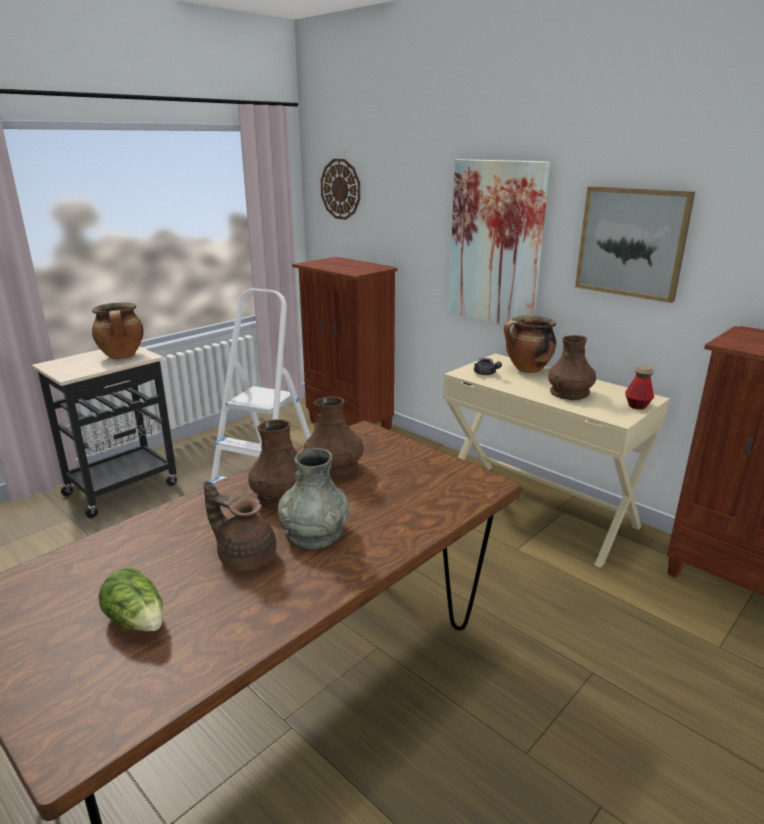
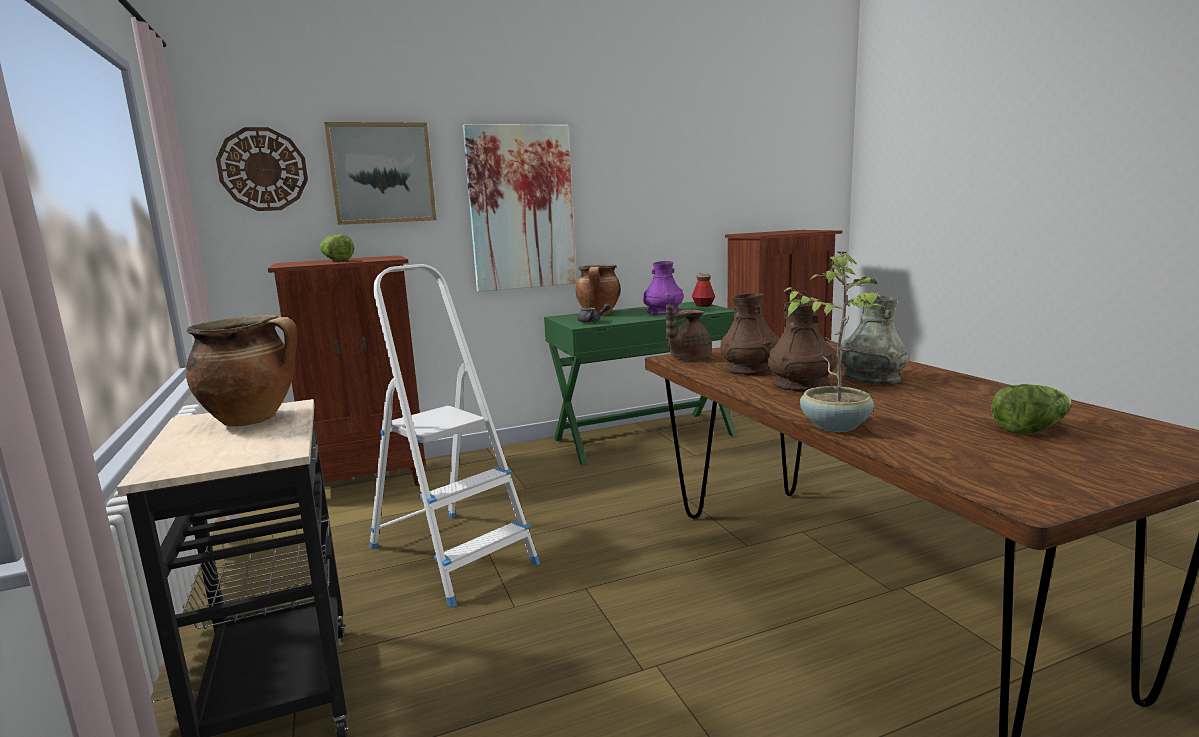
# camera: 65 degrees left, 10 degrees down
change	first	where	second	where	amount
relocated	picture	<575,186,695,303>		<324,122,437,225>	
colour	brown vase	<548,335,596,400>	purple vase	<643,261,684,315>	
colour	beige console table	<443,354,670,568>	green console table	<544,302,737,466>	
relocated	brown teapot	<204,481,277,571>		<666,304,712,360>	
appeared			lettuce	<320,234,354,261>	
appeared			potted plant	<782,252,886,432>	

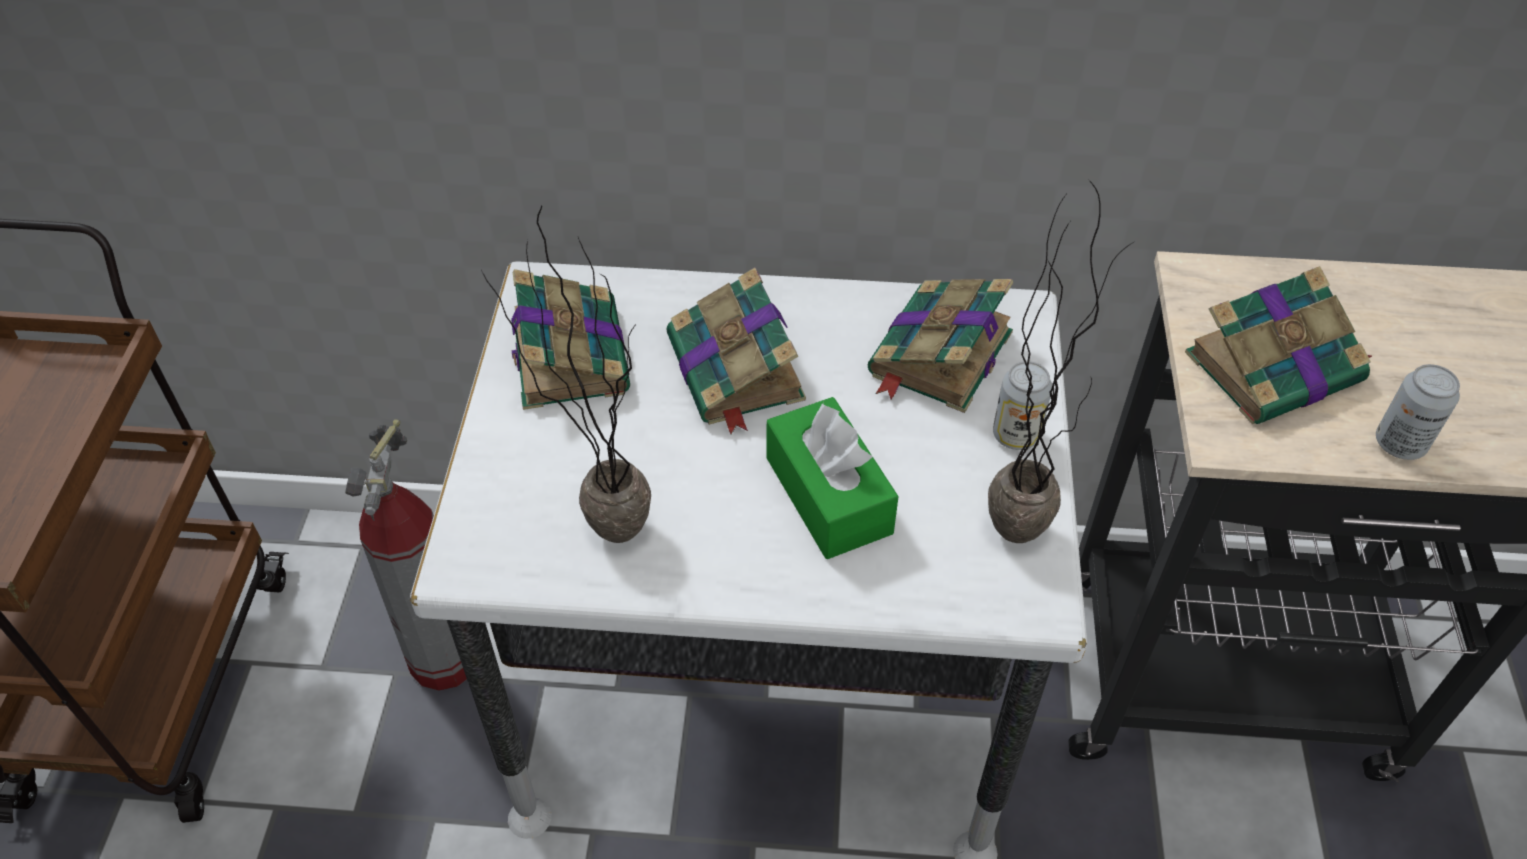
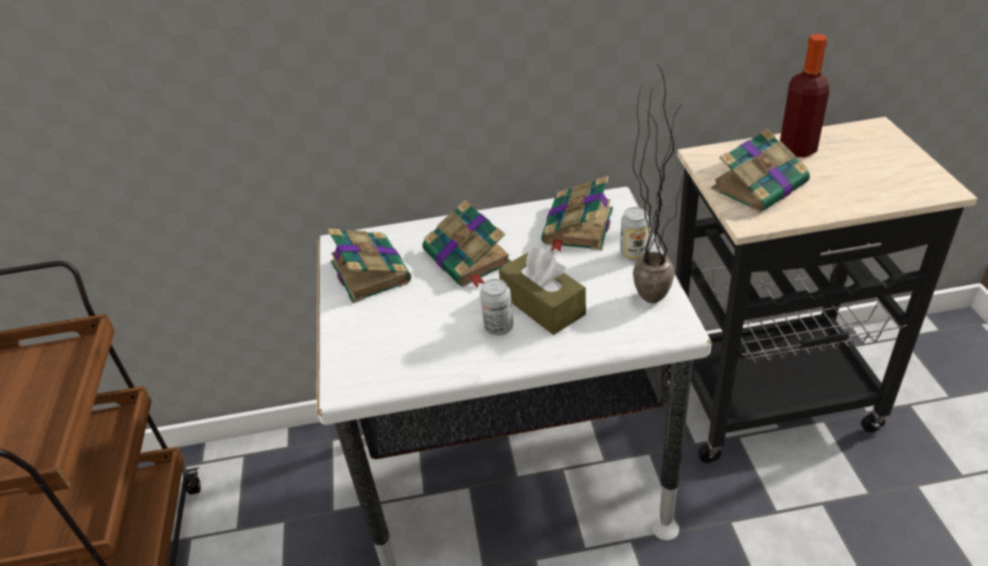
# camera: 10 degrees left, 10 degrees down
change	first	where	second	where	amount
missing	potted plant	<481,206,651,543>			
relocated	can	<1376,364,1460,460>		<480,279,513,336>	
colour	green tissue box	<767,397,899,559>	brown tissue box	<499,247,586,335>	
missing	fire extinguisher	<345,419,467,691>			
appeared			bottle	<780,34,829,157>	

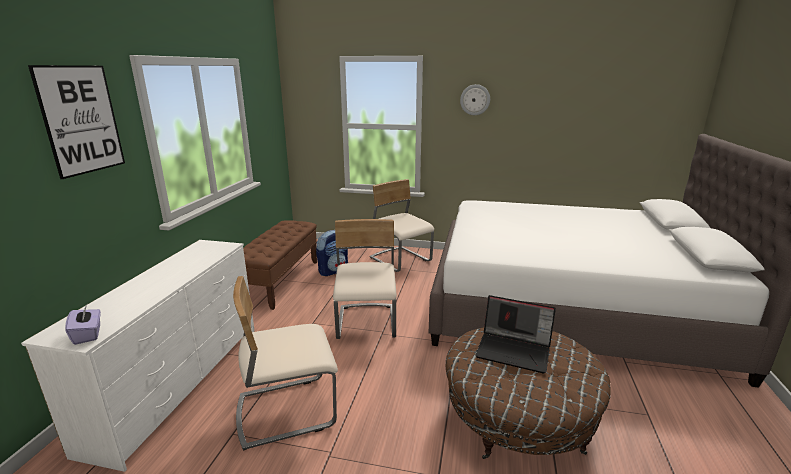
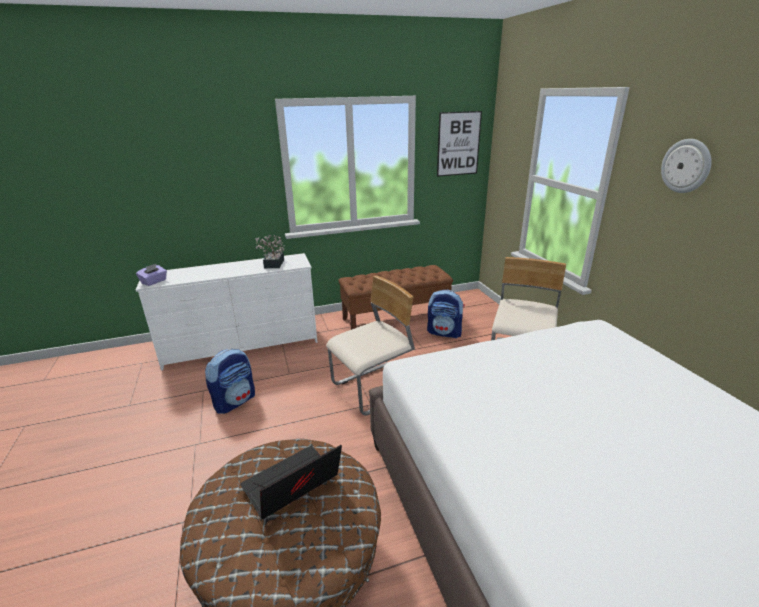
# camera: 60 degrees right, 5 degrees up
change	first	where	second	where	amount
relocated	picture	<28,65,125,179>		<437,111,482,177>	
exchanged	beige chair	<233,276,338,451>	backpack	<205,349,255,414>	
spun	laptop	<475,295,556,374>		<241,445,342,519>	60 degrees clockwise
appeared			potted plant	<255,235,285,268>	

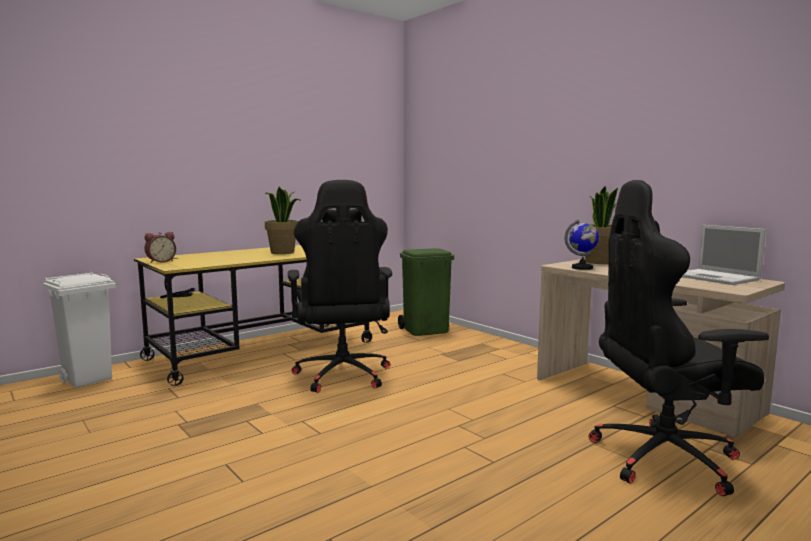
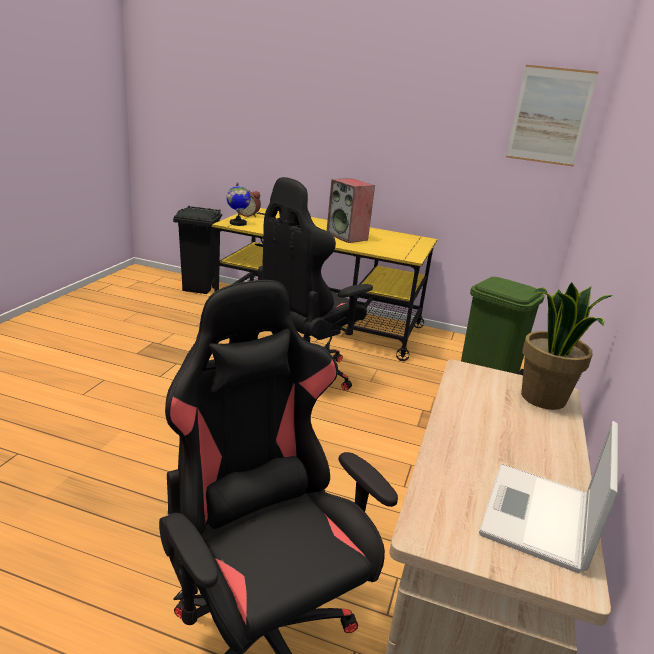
# camera: 55 degrees right, 15 degrees up
change	first	where	second	where	amount
exchanged	potted plant	<265,187,301,254>	speaker	<327,178,375,243>	
relocated	globe	<565,220,599,270>		<226,182,251,226>	
colour	white trash can	<43,272,116,388>	black trash can	<173,205,222,294>	
appeared			picture	<506,65,598,167>	

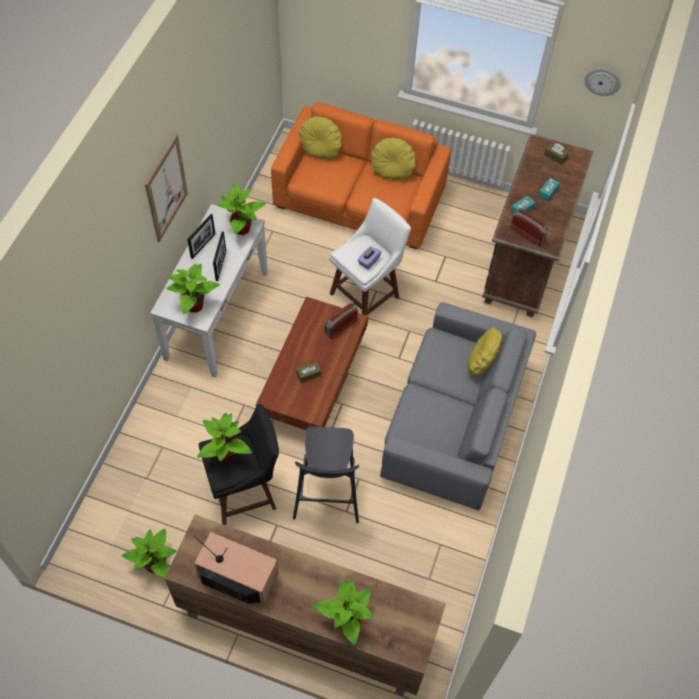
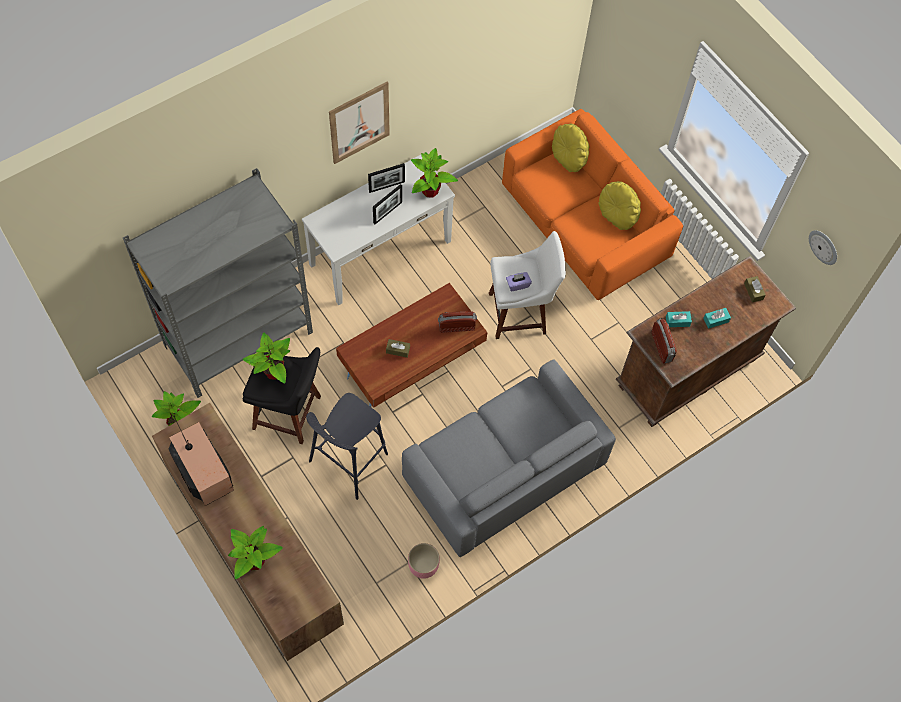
# camera: 35 degrees right, 5 degrees up
change	first	where	second	where	amount
missing	potted plant	<166,264,220,314>			
missing	yellow pillow	<467,327,502,376>			
appeared			grey bookcase	<123,168,313,398>	
appeared			pink planter	<408,543,440,579>	

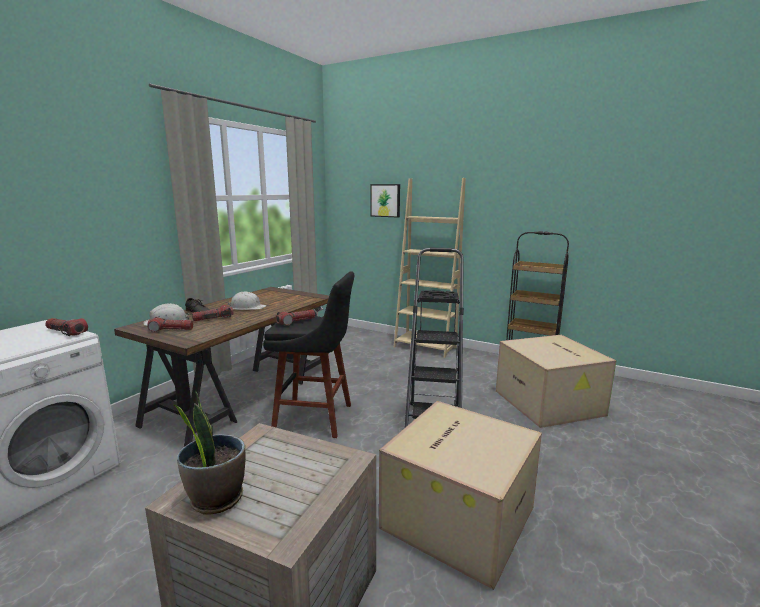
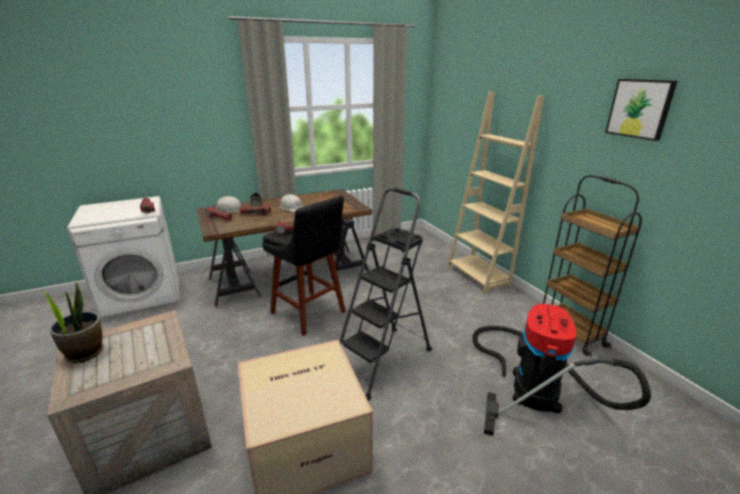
# camera: 35 degrees right, 10 degrees up
change	first	where	second	where	amount
relocated	picture	<370,184,400,218>		<605,79,677,141>	
exchanged	cardboard box	<496,335,616,428>	vacuum cleaner	<472,304,651,436>	

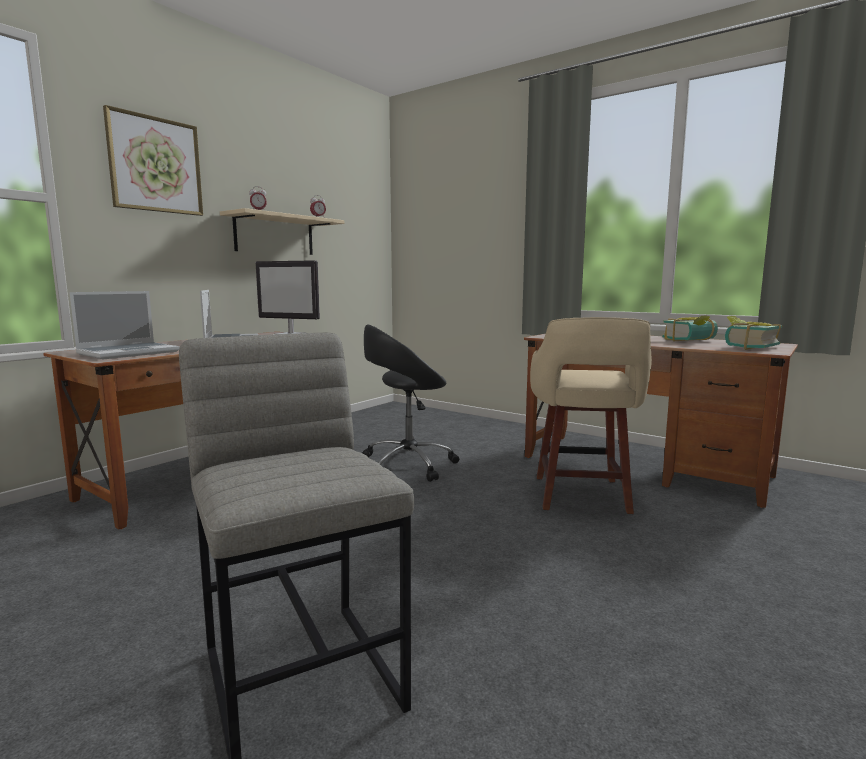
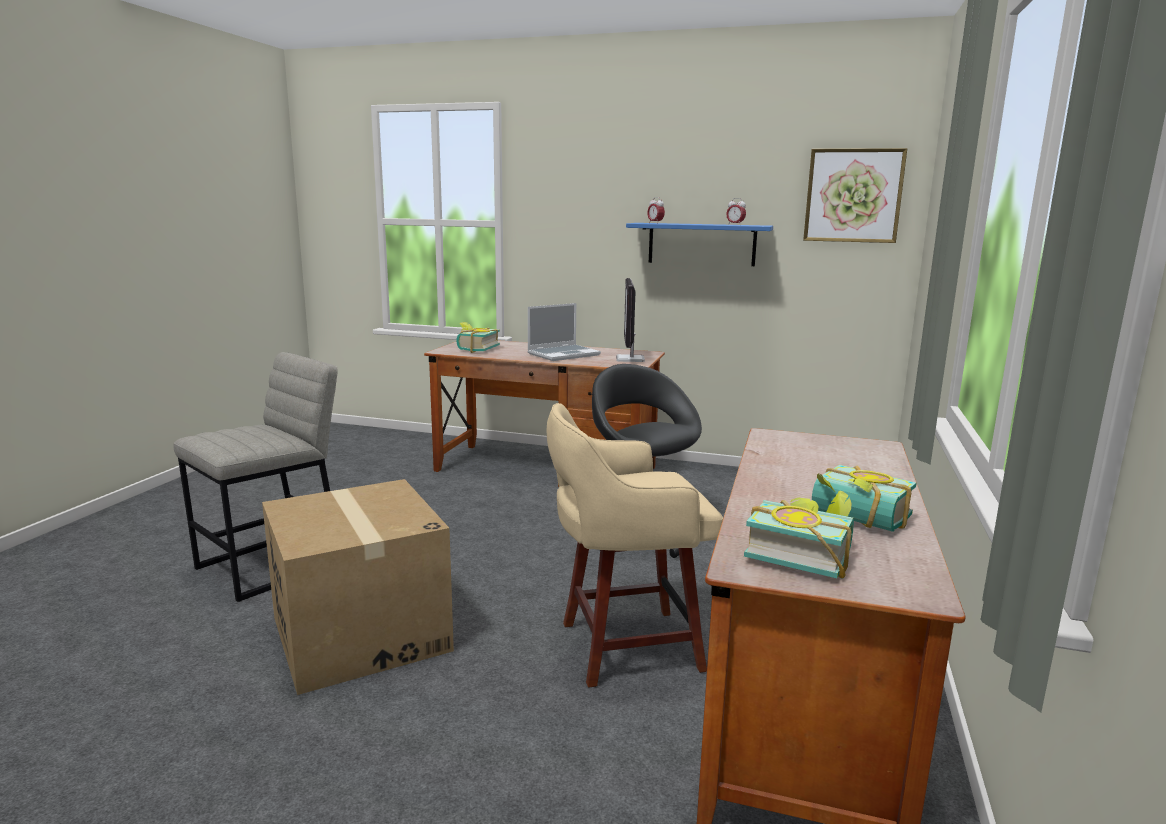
# camera: 70 degrees right, 5 degrees up
change	first	where	second	where	amount
relocated	picture	<103,105,203,216>		<803,148,907,243>	
colour	beige shelf	<220,208,345,255>	blue shelf	<626,223,773,266>	
exchanged	laptop	<69,291,180,359>	book	<456,322,500,353>	
appeared			cardboard box	<262,479,454,695>	

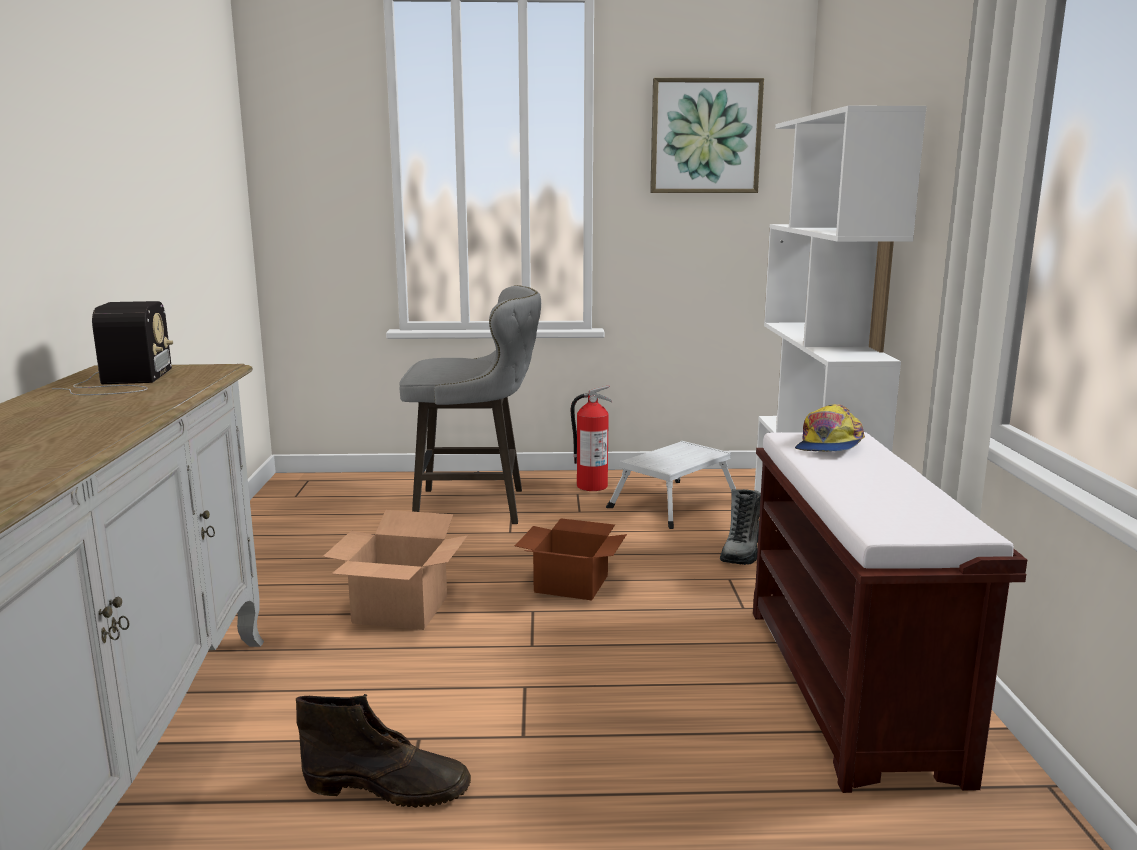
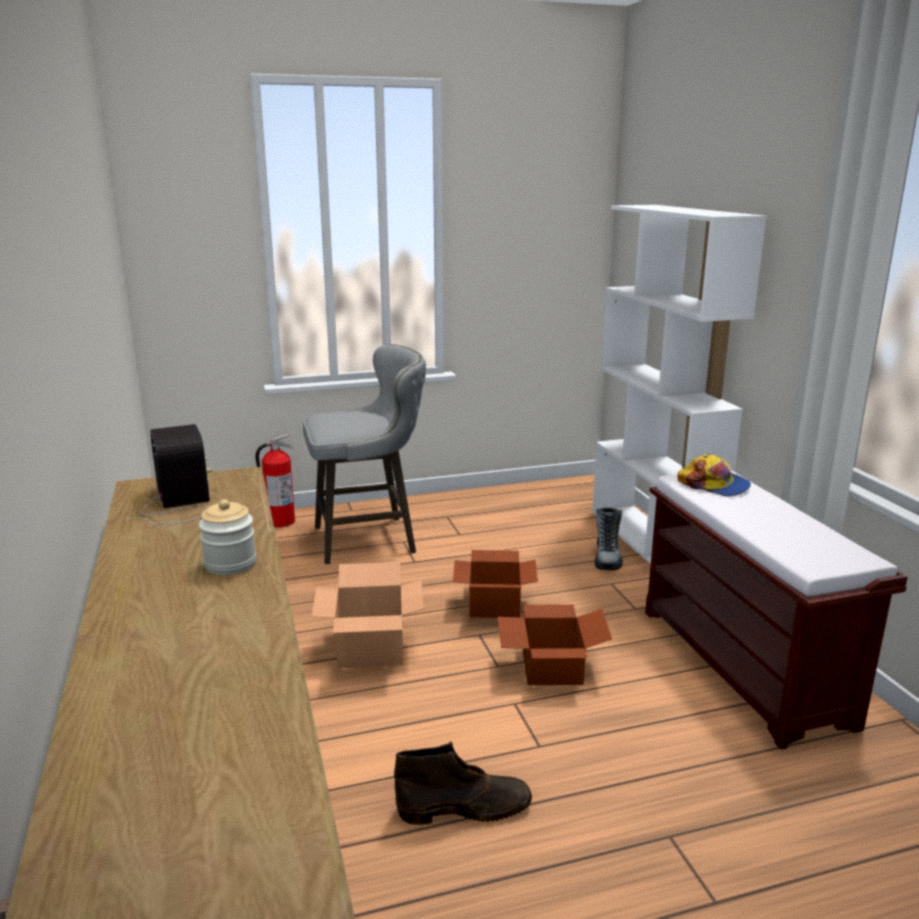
# camera: 15 degrees left, 5 degrees up
change	first	where	second	where	amount
missing	picture	<650,78,764,193>			
relocated	fire extinguisher	<571,385,613,491>		<255,434,295,527>	
spun	cap	<795,404,865,452>		<677,454,751,496>	60 degrees counterclockwise
missing	white step ladder	<606,441,736,529>			
appeared			jar	<199,499,256,575>	
appeared			cardboard box	<498,604,612,685>	

